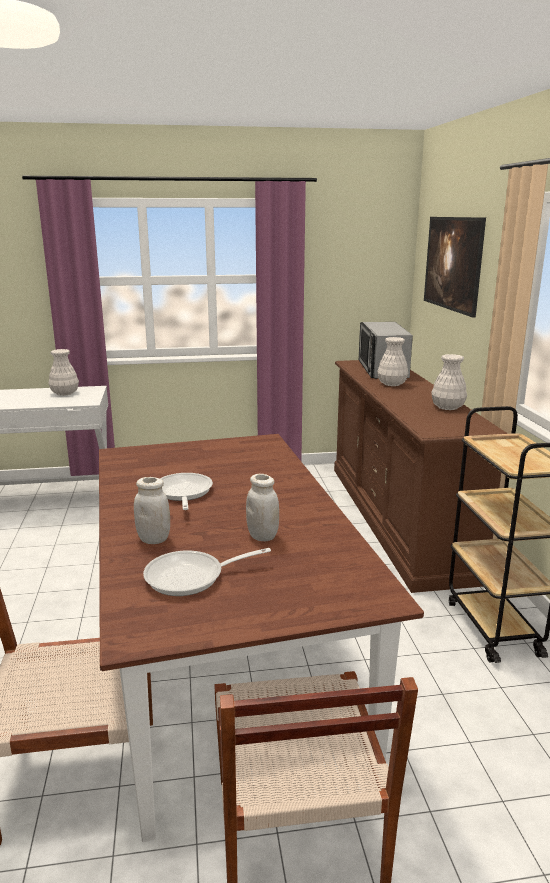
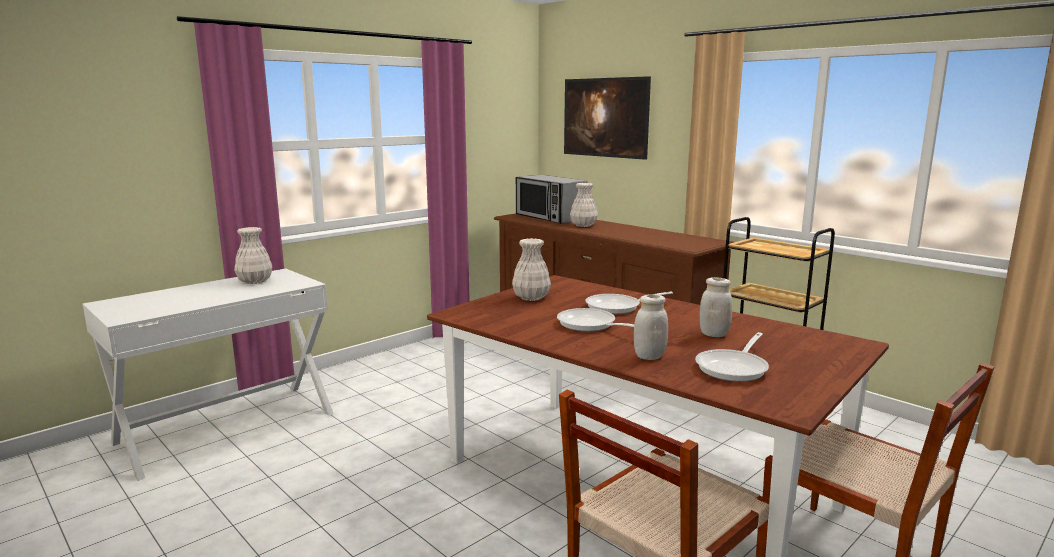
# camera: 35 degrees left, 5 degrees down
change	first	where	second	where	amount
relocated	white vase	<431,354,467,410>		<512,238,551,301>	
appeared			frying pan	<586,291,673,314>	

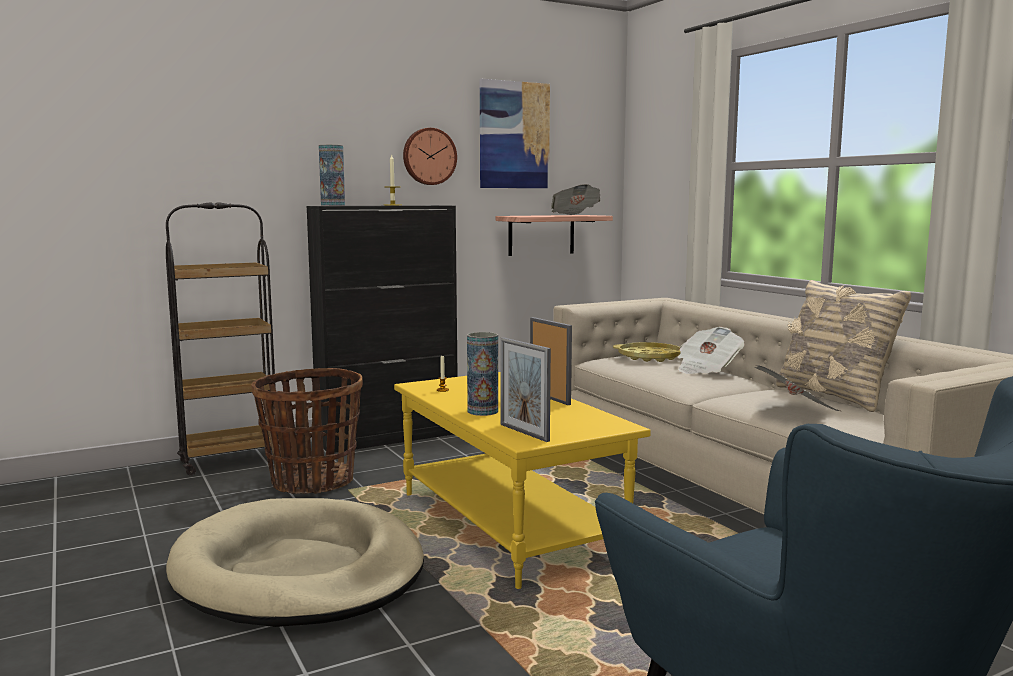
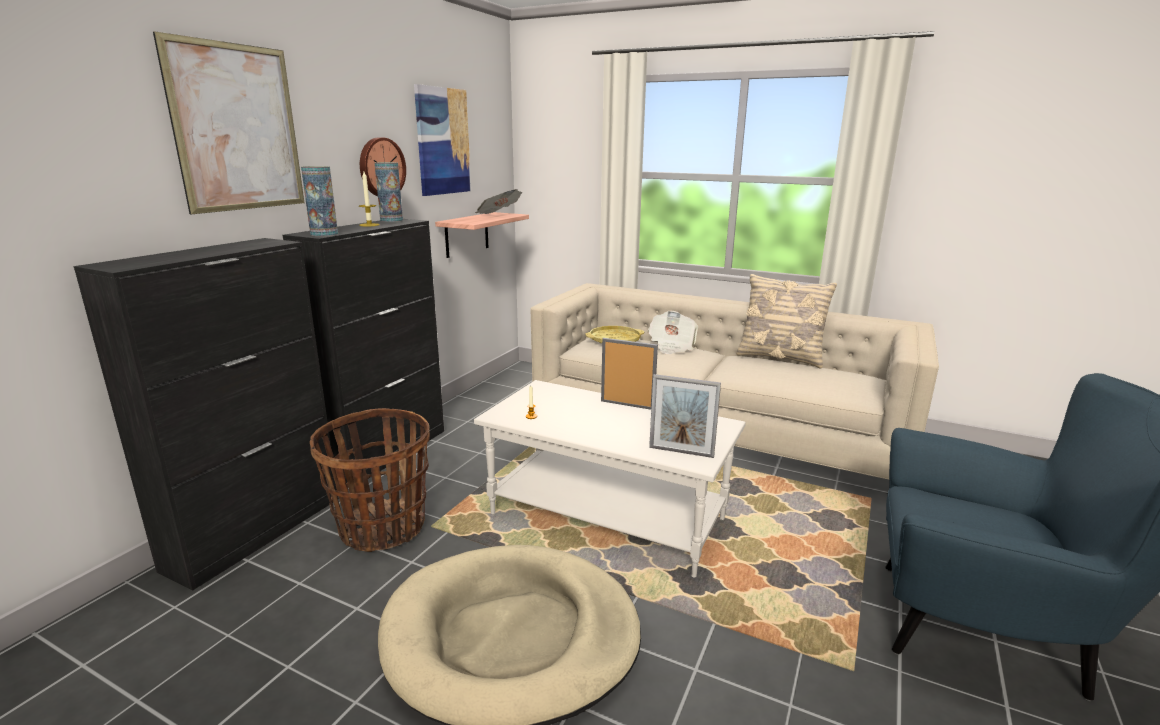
# camera: 35 degrees left, 10 degrees up
change	first	where	second	where	amount
exchanged	brown cart	<166,202,281,476>	black cabinet	<73,238,339,591>	
relocated	vase	<467,332,498,416>		<375,162,403,222>	
missing	newspaper	<755,365,840,411>			
colour	yellow coffee table	<394,372,651,589>	white coffee table	<474,380,746,578>	
appeared			picture	<153,31,305,214>	

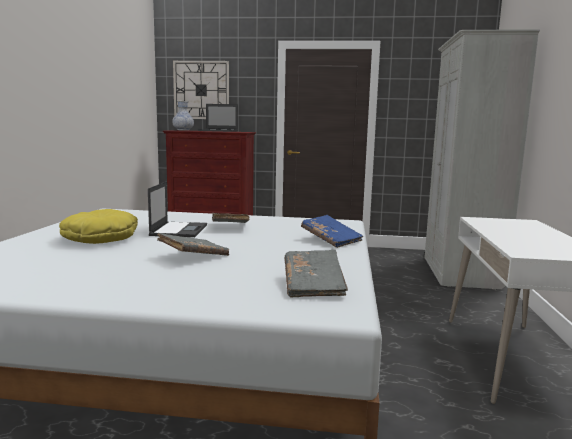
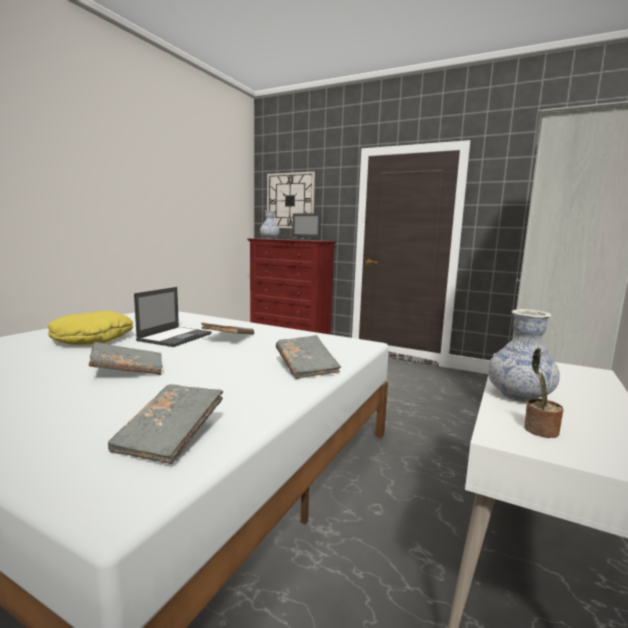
# camera: 20 degrees right, 0 degrees up
change	first	where	second	where	amount
colour	blue book	<301,215,363,248>	grey book	<276,335,341,379>	
appeared			vase	<488,309,560,402>	
appeared			potted plant	<524,348,564,438>	

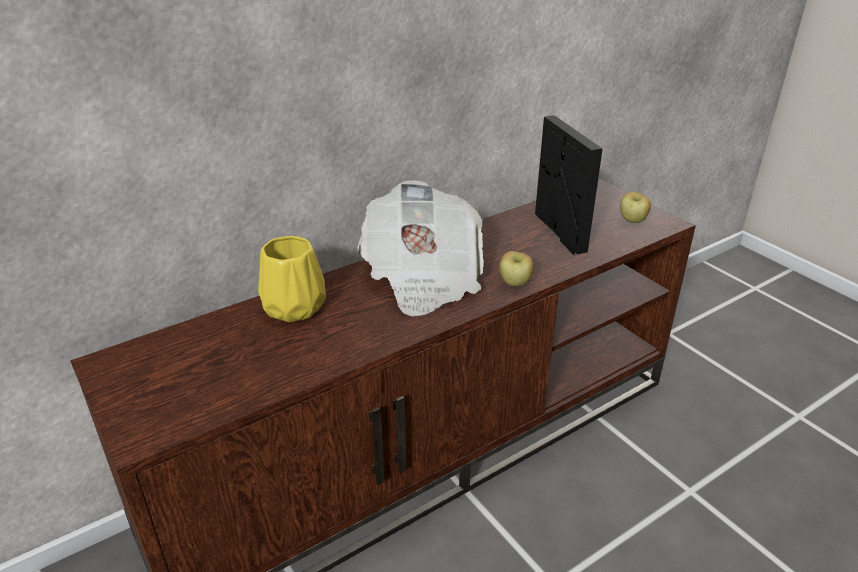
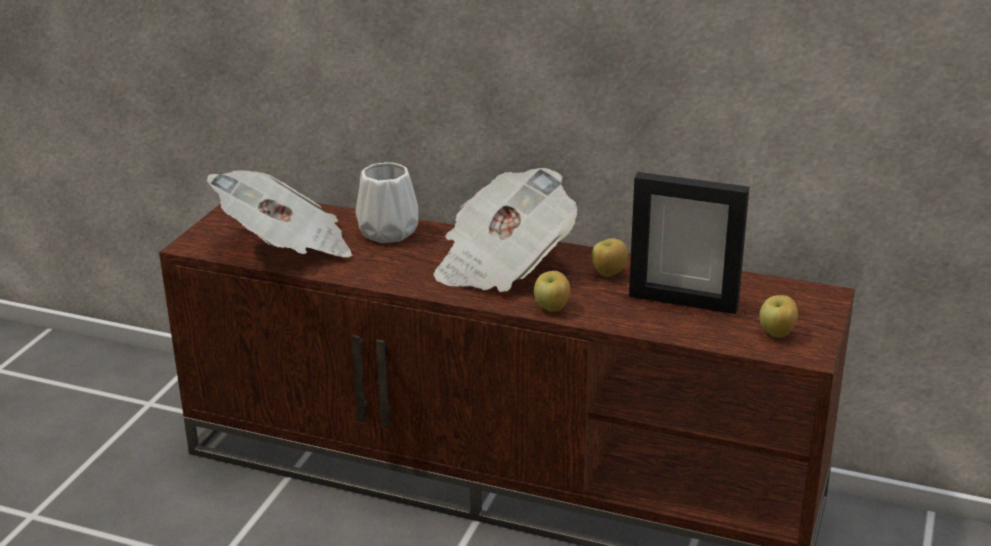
# camera: 55 degrees right, 5 degrees down
change	first	where	second	where	amount
spun	picture frame	<535,115,603,255>		<629,172,749,314>	75 degrees clockwise
colour	yellow vase	<258,236,326,322>	white vase	<355,162,418,243>	
appeared			newspaper	<207,170,353,257>	
appeared			apple	<592,238,628,277>	

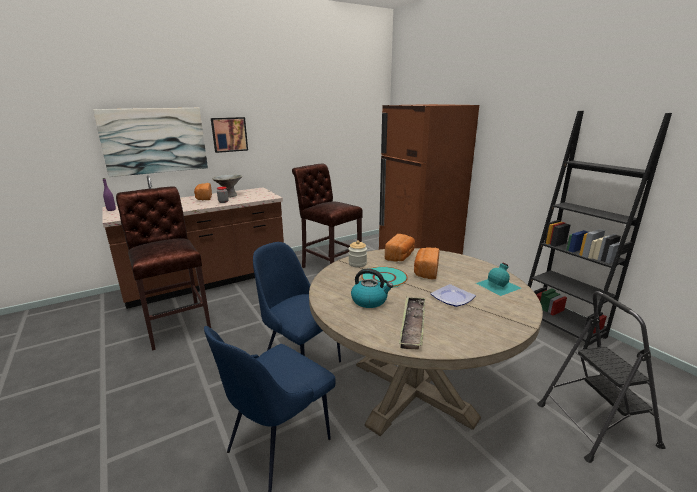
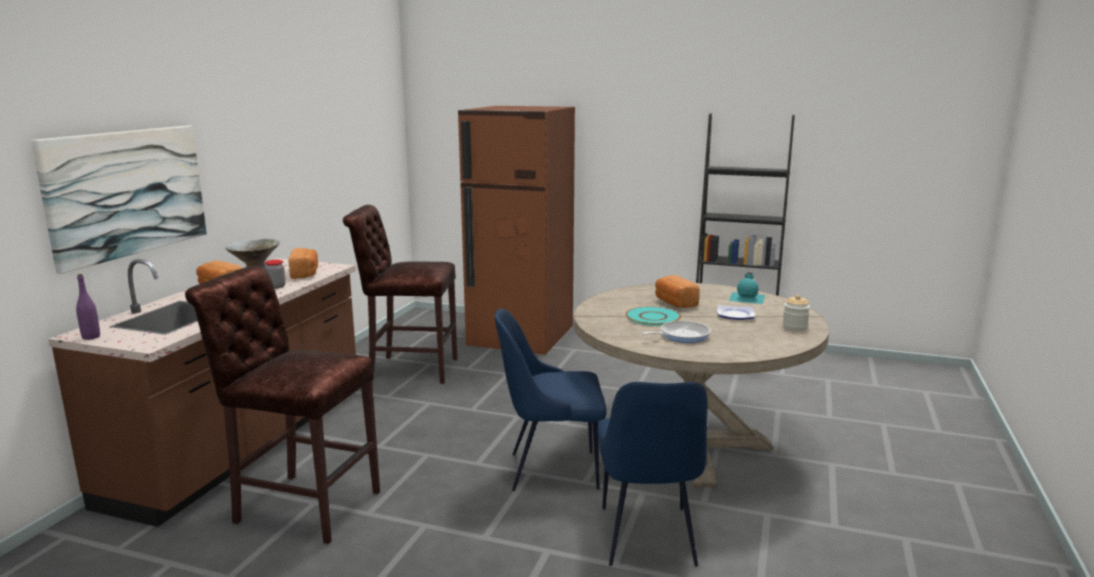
# camera: 40 degrees left, 5 degrees down
change	first	where	second	where	amount
missing	picture	<211,117,248,153>			
relocated	bread	<385,234,415,262>		<289,248,318,279>	
relocated	jar	<349,241,367,267>		<782,295,810,331>	
exchanged	kettle	<351,269,393,308>	frying pan	<641,321,711,343>	
missing	black step ladder	<537,291,666,463>			
missing	tray	<399,297,425,350>			

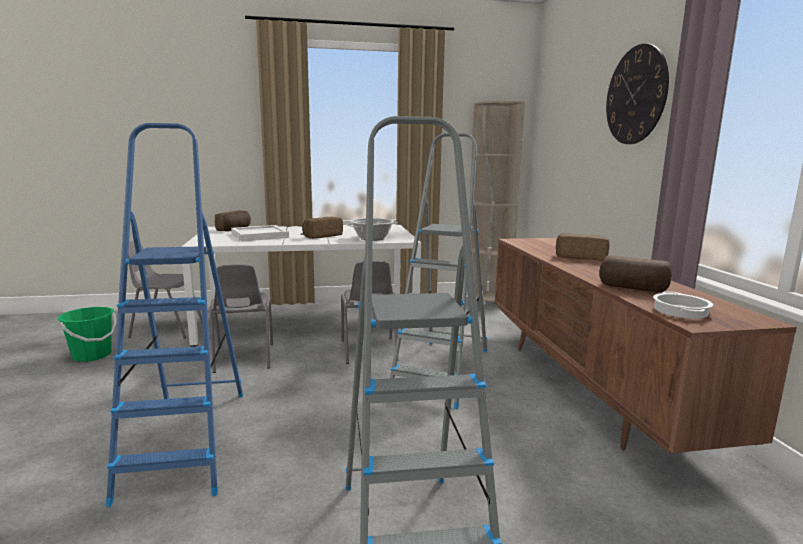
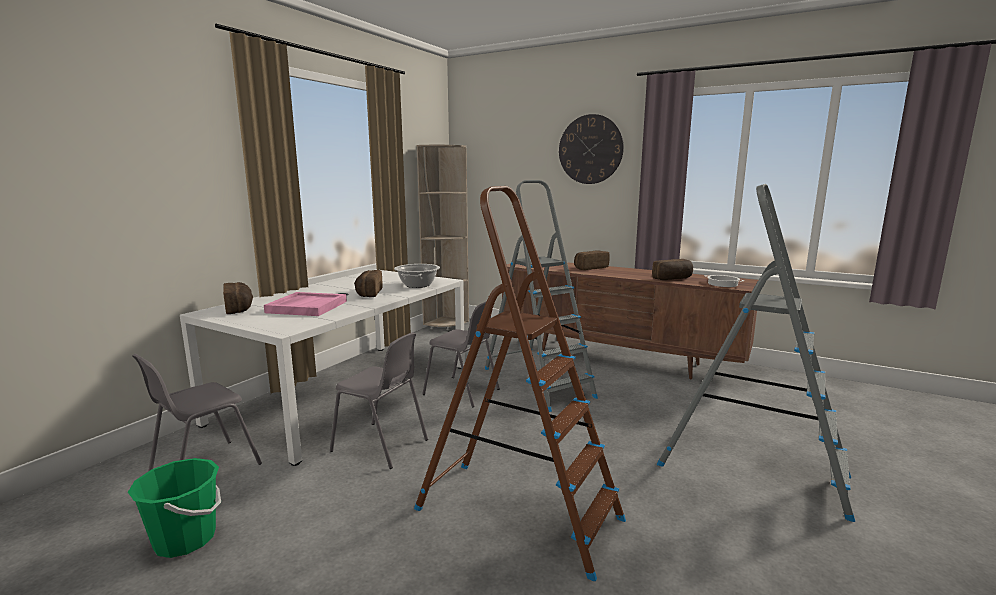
# camera: 50 degrees left, 0 degrees up
change	first	where	second	where	amount
colour	blue step ladder	<106,123,243,507>	brown step ladder	<414,186,626,581>	
colour	white tray	<231,225,289,241>	pink tray	<264,292,347,316>	

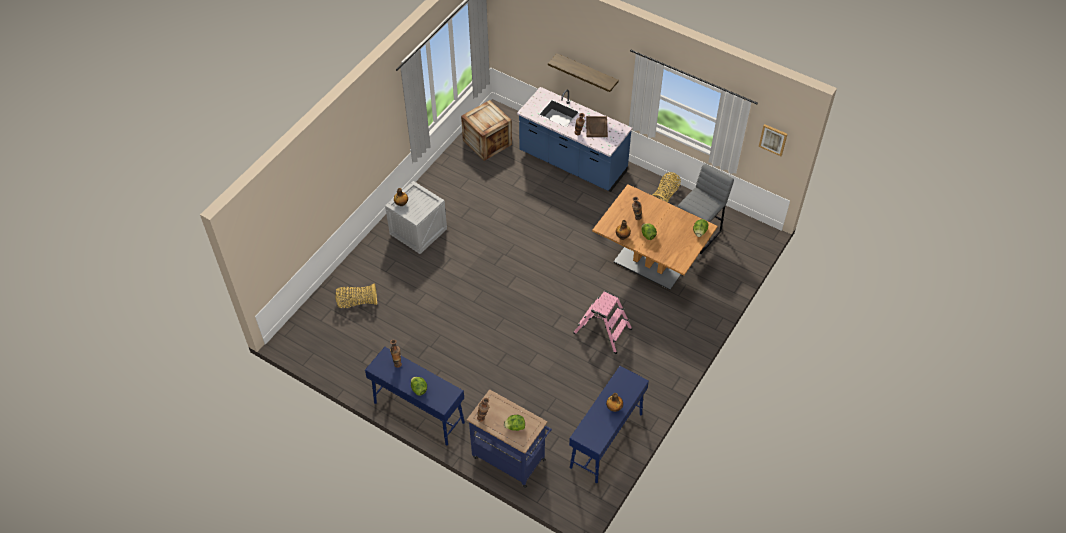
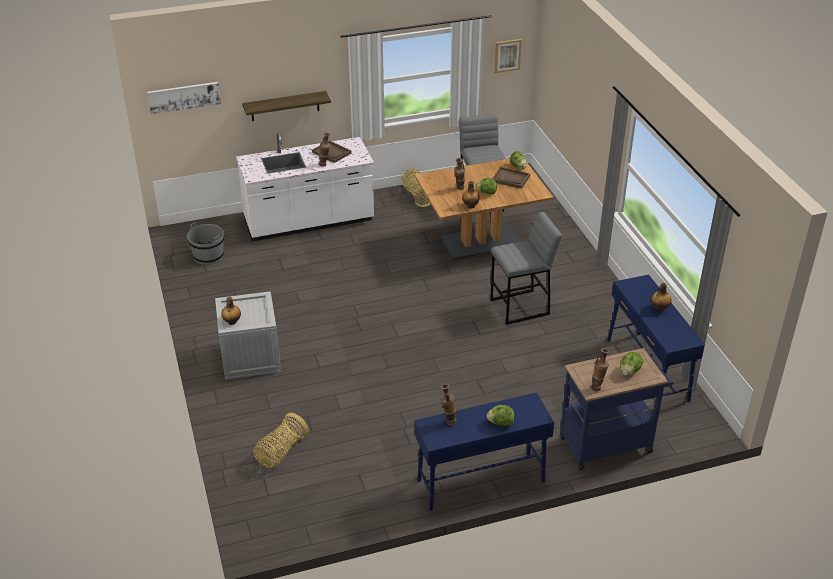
# camera: 50 degrees left, 15 degrees down
change	first	where	second	where	amount
colour	blue counter	<517,87,632,192>	white counter	<236,133,374,241>	
exchanged	crate	<461,100,512,161>	grey bucket	<187,222,224,265>	
exchanged	pink step ladder	<573,290,633,354>	grey stool	<490,212,562,325>	
appeared			picture	<147,82,221,114>	
appeared			brown tray	<492,167,530,189>	

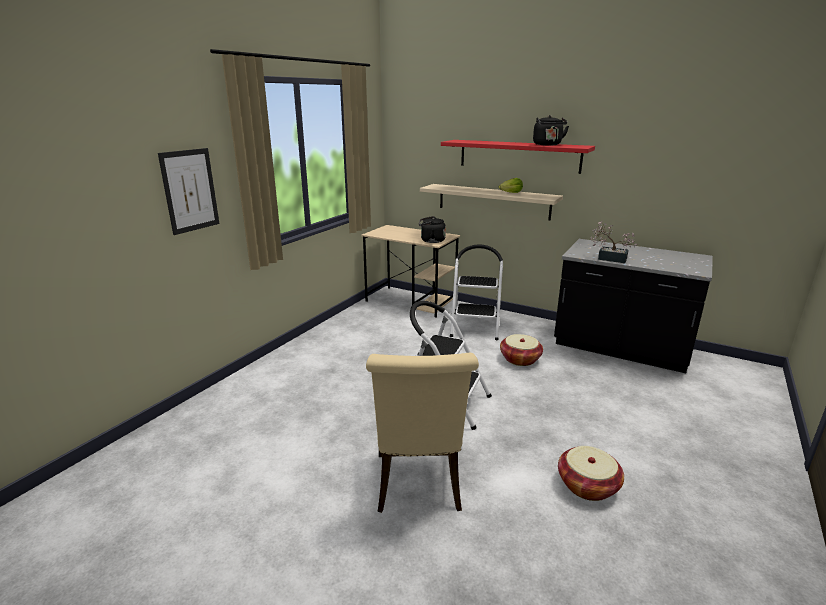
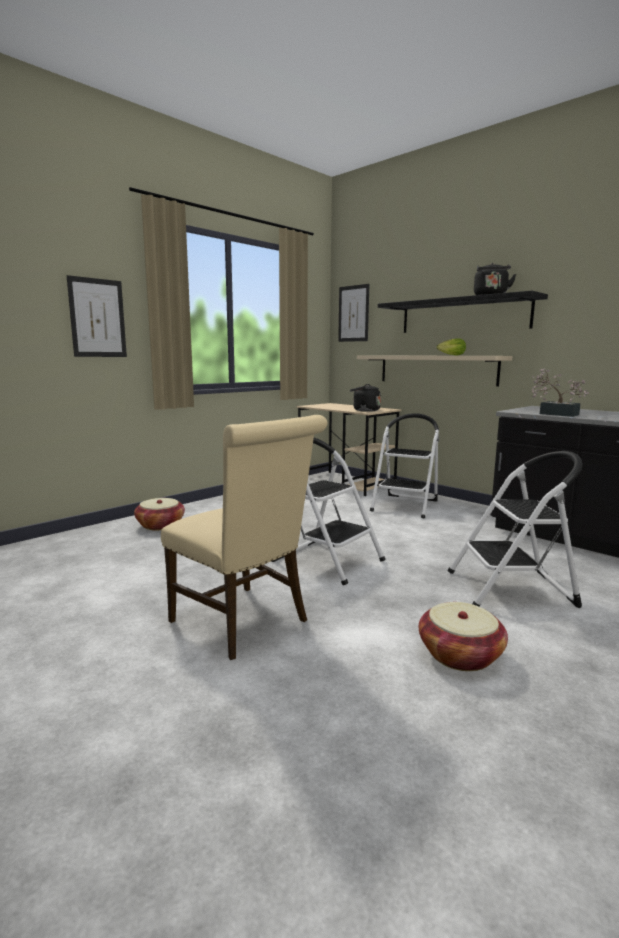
# camera: 15 degrees right, 10 degrees down
change	first	where	second	where	amount
colour	red shelf	<441,140,595,174>	black shelf	<378,291,548,333>	
relocated	basket	<500,334,543,366>		<134,498,185,530>	
spun	beige chair	<366,353,479,513>		<161,415,327,660>	60 degrees counterclockwise
appeared			picture	<338,284,369,342>	
appeared			step ladder	<447,451,582,608>	

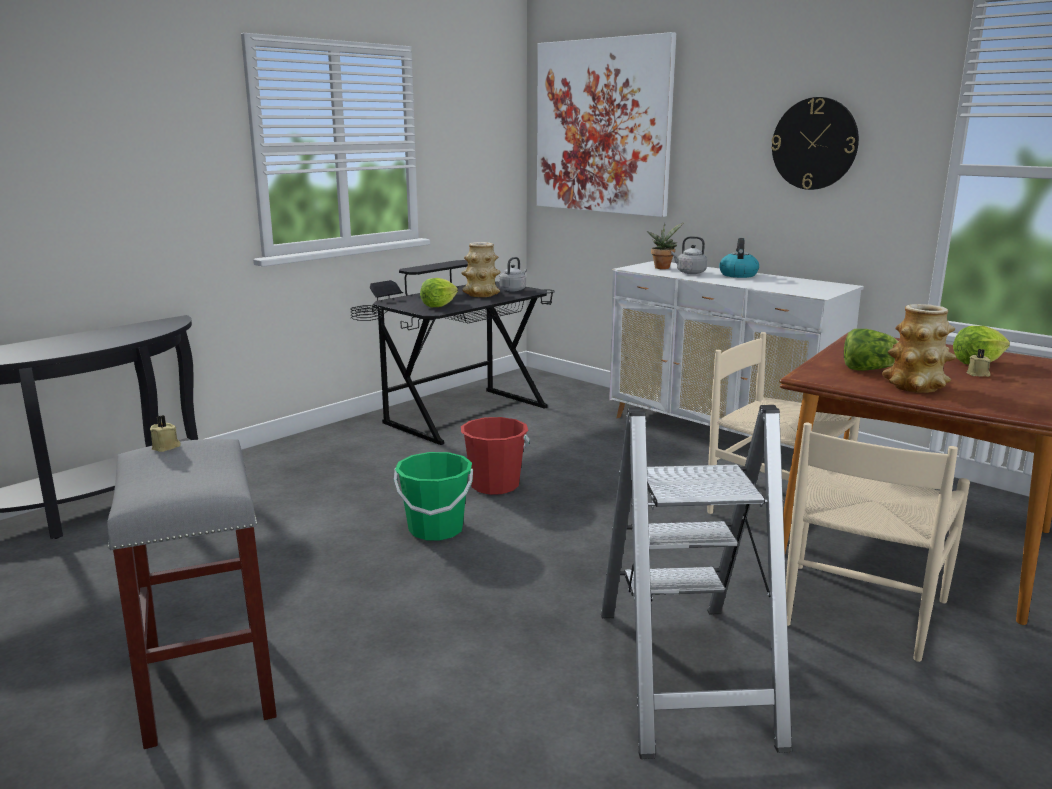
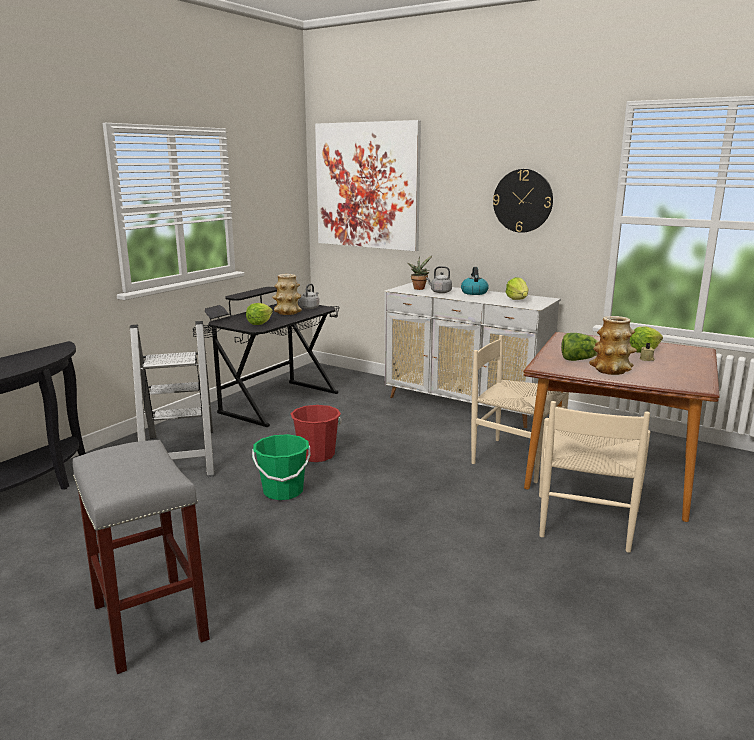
# camera: 10 degrees left, 0 degrees up
change	first	where	second	where	amount
relocated	grey step ladder	<601,405,793,759>		<130,321,214,477>	
missing	beige candle	<150,415,181,452>			
appeared			lettuce	<506,277,529,300>	

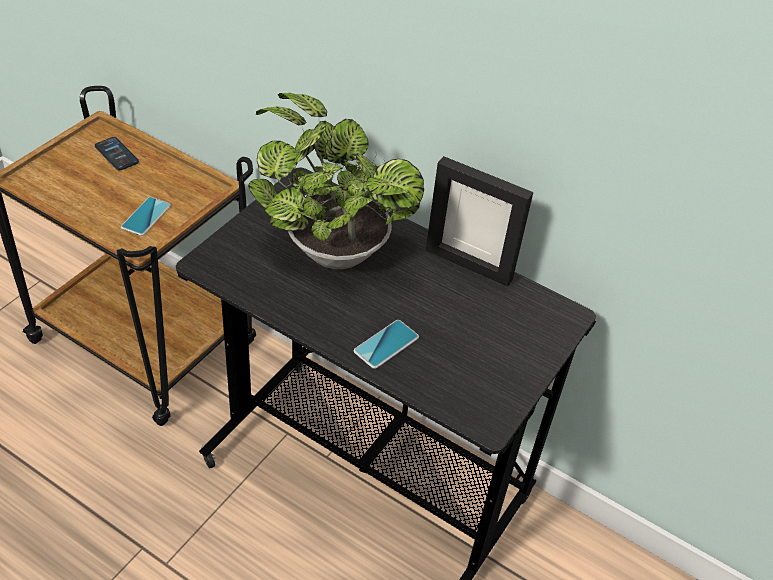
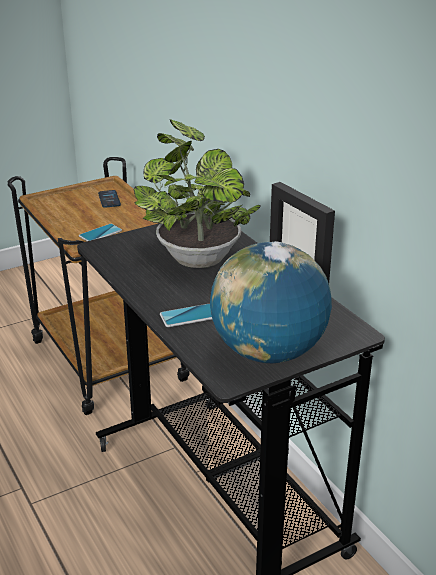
# camera: 30 degrees right, 15 degrees down
change	first	where	second	where	amount
appeared			globe	<210,241,332,363>	

